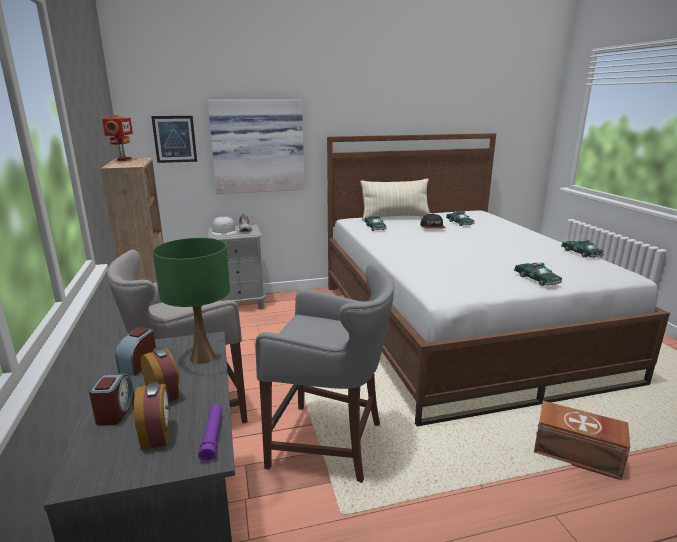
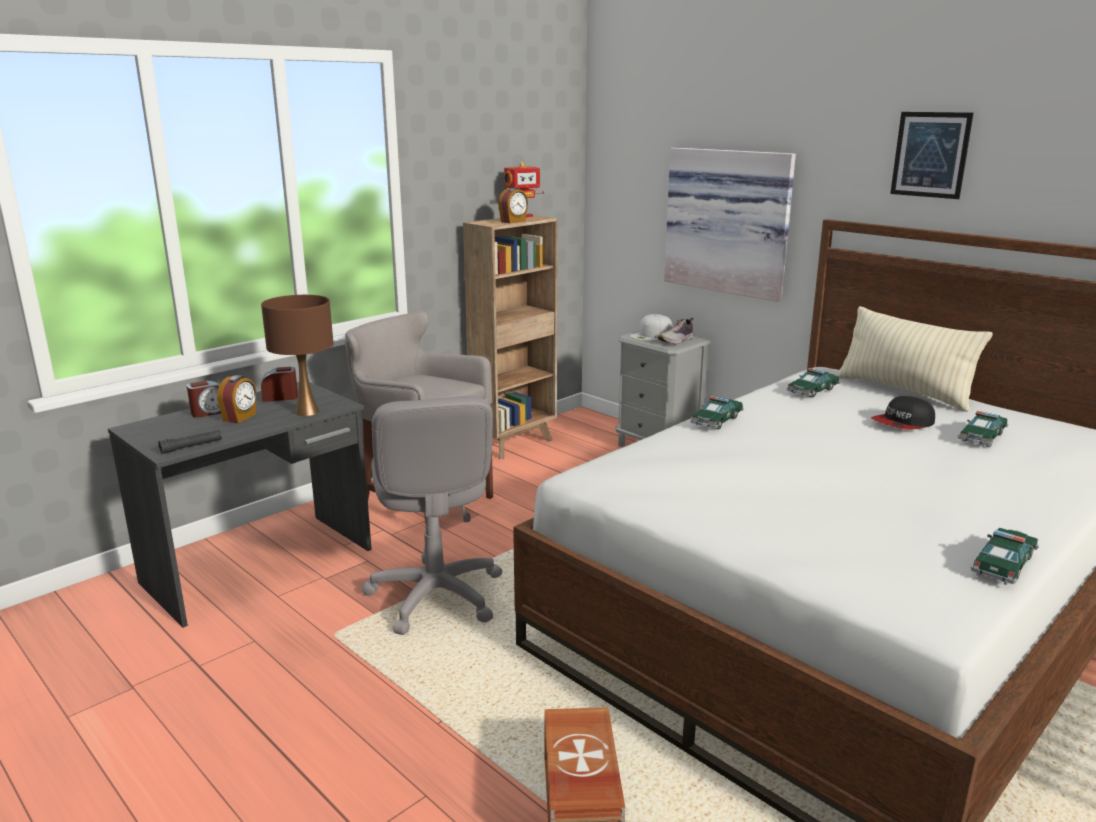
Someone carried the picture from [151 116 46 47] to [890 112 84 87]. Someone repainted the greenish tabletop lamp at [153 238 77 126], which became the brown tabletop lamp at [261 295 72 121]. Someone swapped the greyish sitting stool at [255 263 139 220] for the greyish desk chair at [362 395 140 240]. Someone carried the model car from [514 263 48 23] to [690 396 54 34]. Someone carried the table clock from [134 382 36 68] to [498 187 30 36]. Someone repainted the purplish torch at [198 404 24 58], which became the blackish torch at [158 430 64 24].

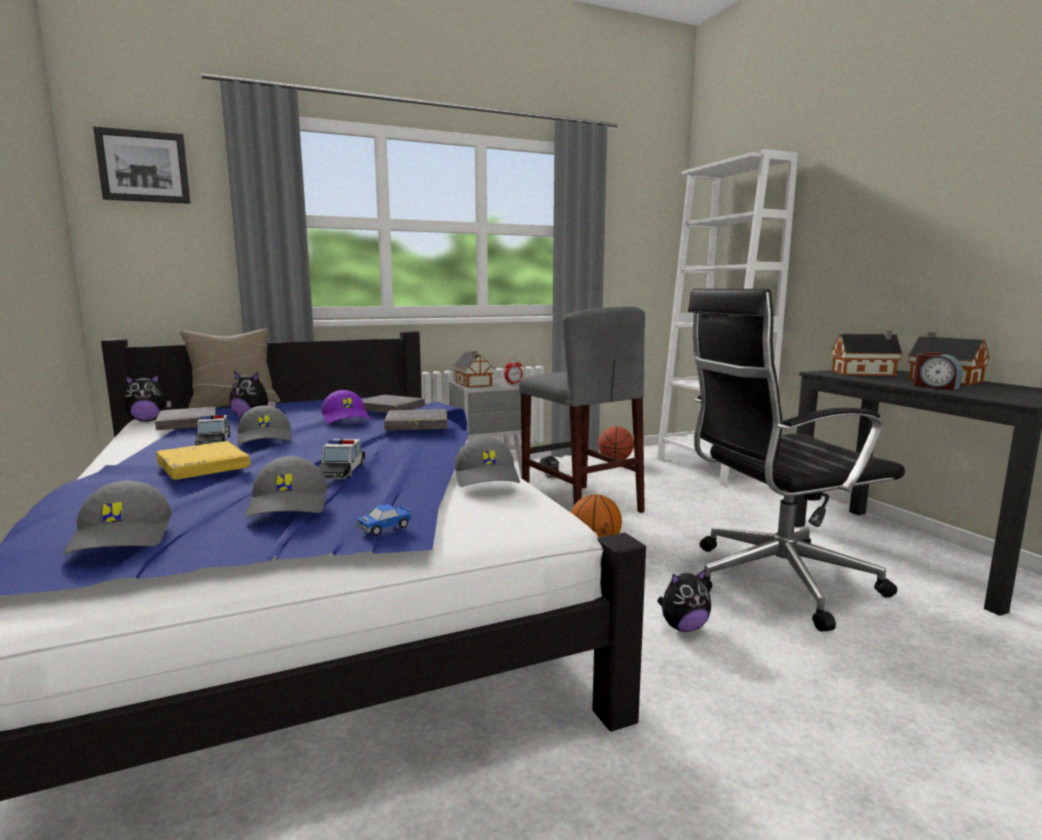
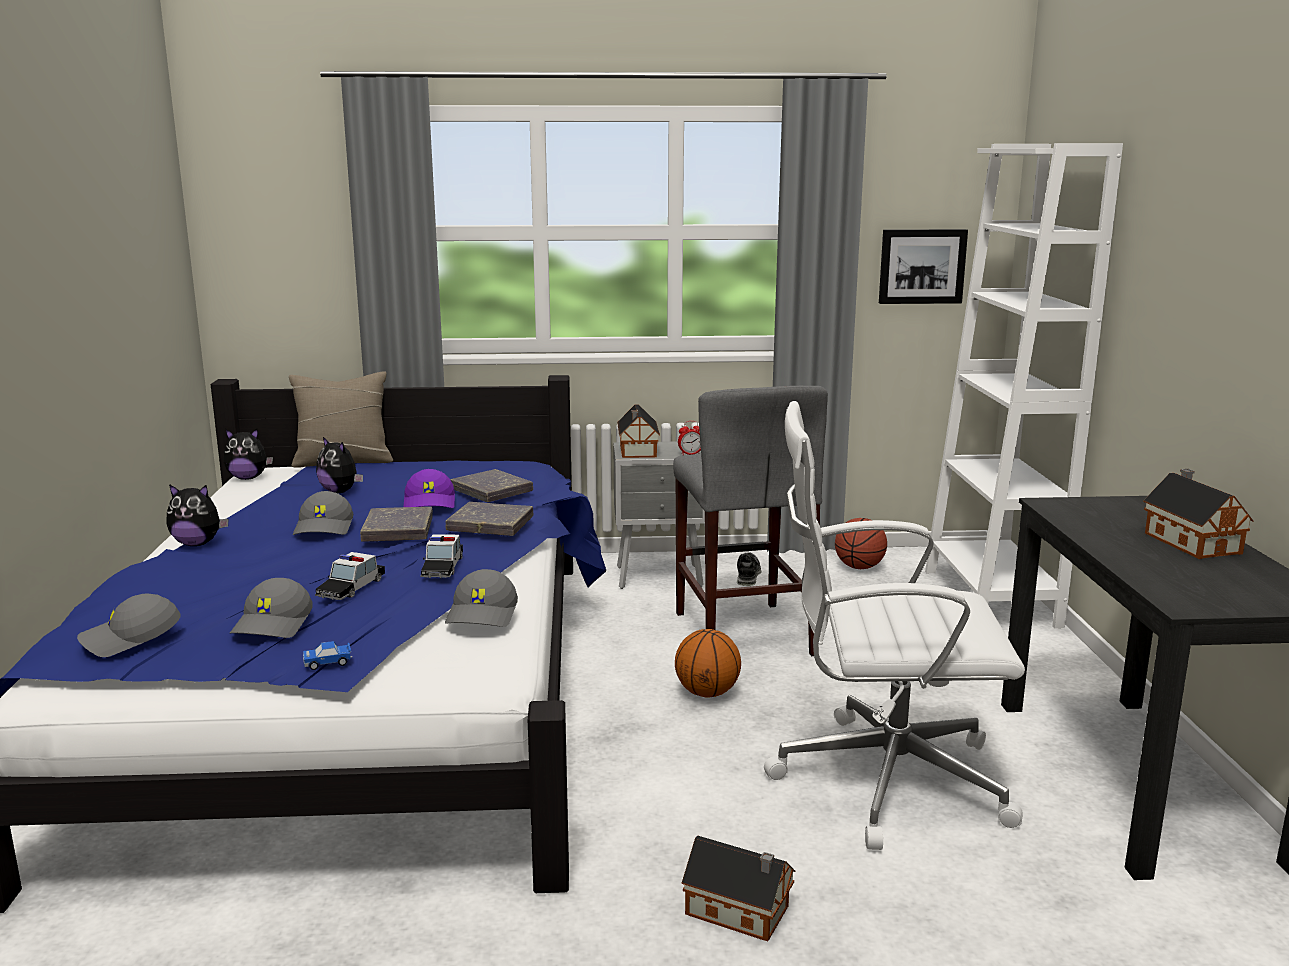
Someone carried the picture from [93 126 98 78] to [879 229 89 75]. Someone repainted the blackish desk chair at [688 289 217 343], which became the whitish desk chair at [764 401 261 449]. Someone carried the miniature house from [832 330 71 46] to [682 835 114 106]. Someone took away the table clock at [913 352 49 38]. Someone carried the greyish book from [155 407 61 23] to [360 507 73 35]. Someone carried the model car from [195 415 36 30] to [420 534 43 44]. Someone took away the yellow-coloured book at [156 441 94 39]. Someone rotated the greyish cap at [62 480 110 75] by 60 degrees clockwise. Someone carried the soft toy from [657 569 54 63] to [166 484 63 62].

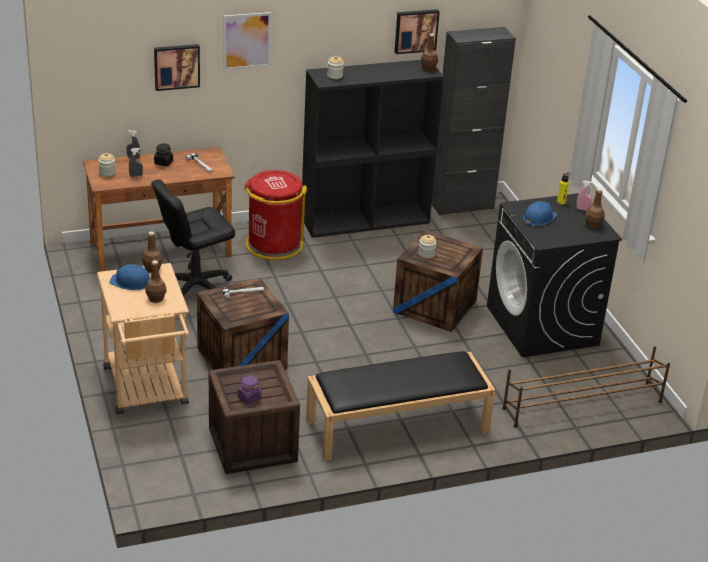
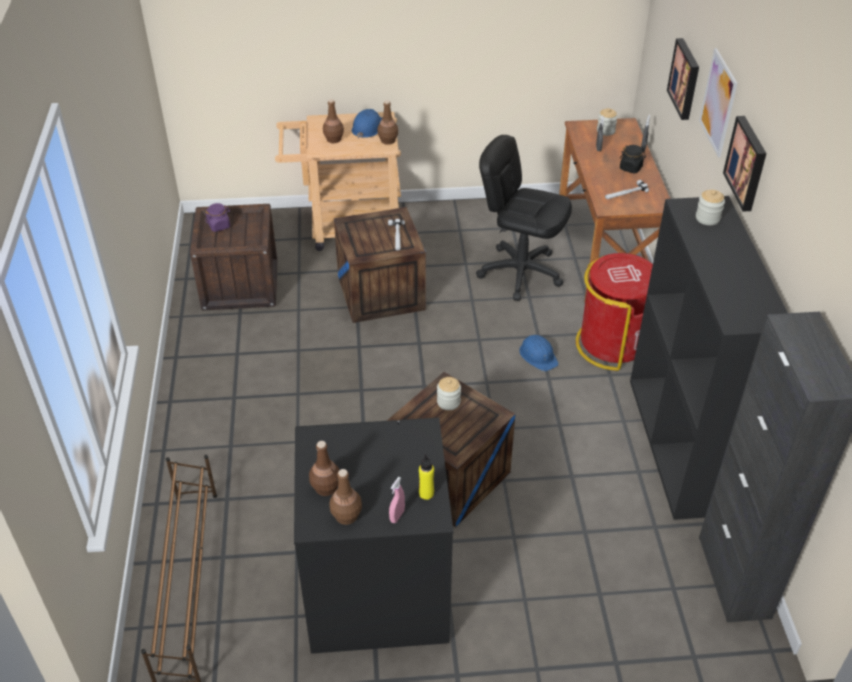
Someone carried the picture from [394 9 46 45] to [723 116 44 96]. Someone carried the brown bottle from [421 34 17 37] to [309 441 31 55]. Someone rotated the blackish desk chair at [151 179 84 117] by 45 degrees counterclockwise. Someone carried the bluish safety helmet from [523 201 34 25] to [519 335 39 36]. Someone took away the blackish bench at [306 351 189 110].

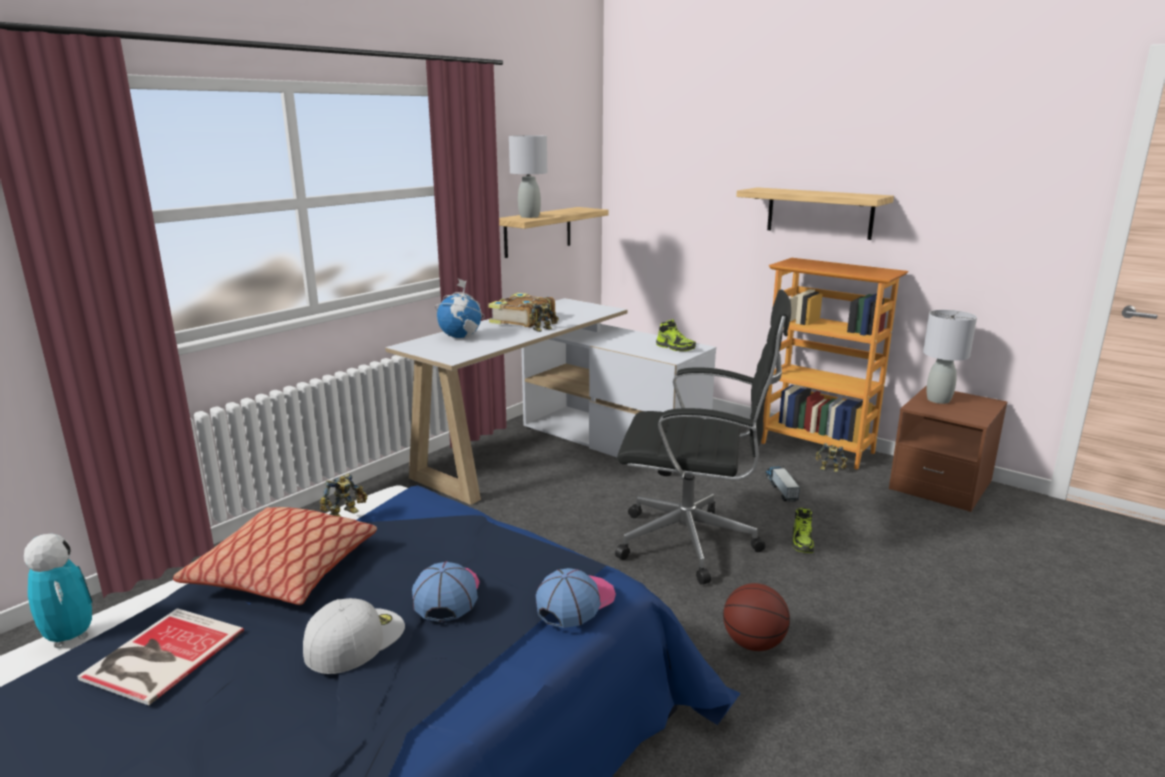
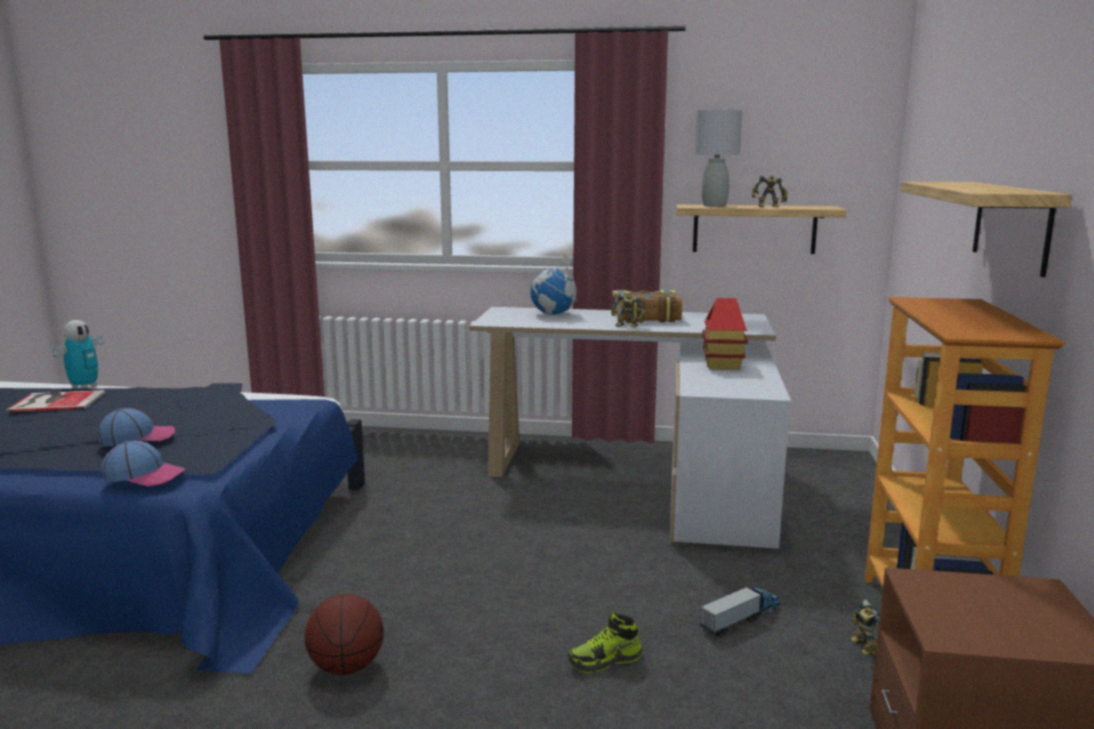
Someone took away the blackish desk chair at [615 290 176 295]. Someone took away the greyish tabletop lamp at [923 310 54 94]. Someone took away the shoe at [656 319 40 32]. Someone carried the toy robot from [320 473 48 44] to [752 176 36 31]. Someone took away the throw pillow at [173 507 204 98]. Someone took away the whitish cap at [303 598 102 76]. Someone put down the miniature house at [702 298 46 72].

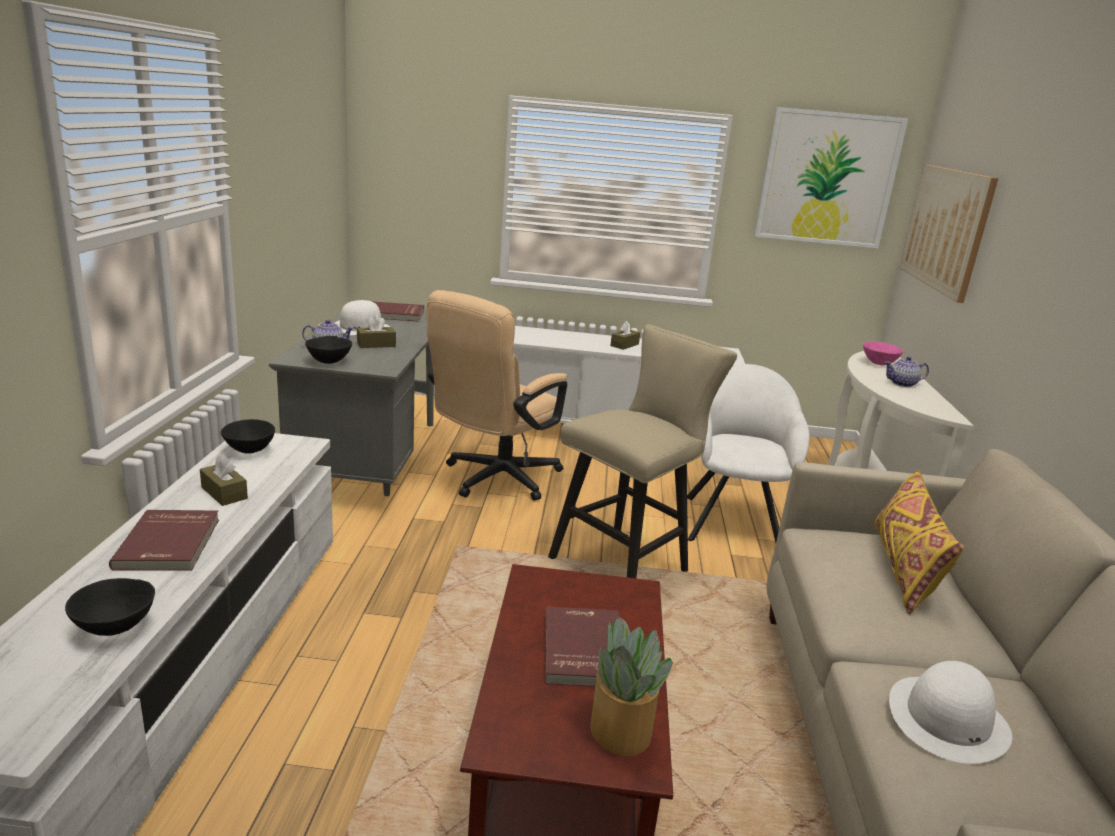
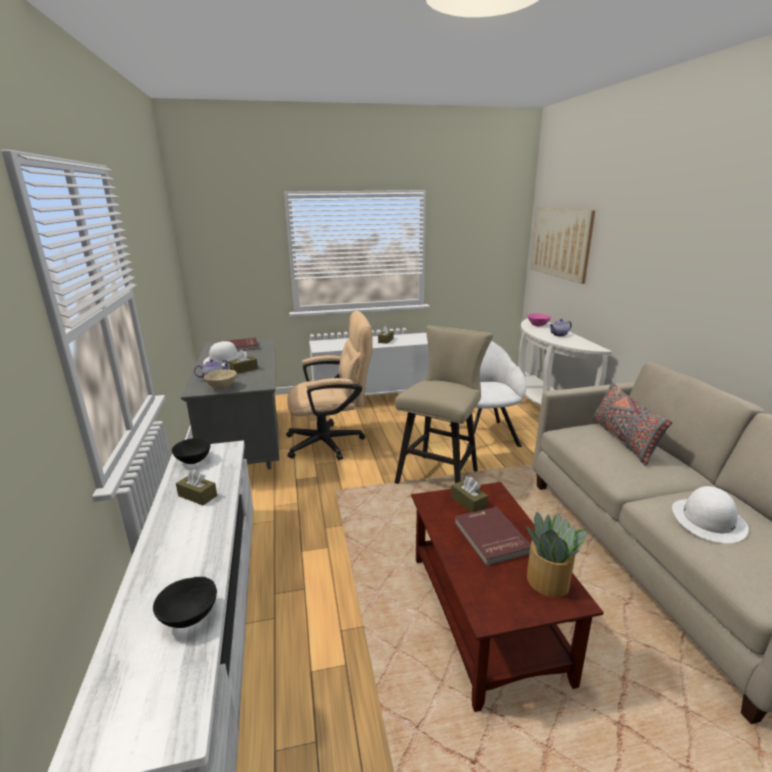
Someone took away the picture at [755 107 153 141]. Someone rotated the sand-coloured desk chair at [427 290 140 211] by 120 degrees counterclockwise. Someone repainted the blackish bowl at [305 336 47 28], which became the sand-coloured bowl at [204 369 33 20]. Someone repainted the yellow-coloured throw pillow at [874 470 90 145], which became the greyish throw pillow at [593 383 79 83]. Someone took away the red book at [109 510 110 61]. Someone put down the brown tissue holder at [451 476 37 36].

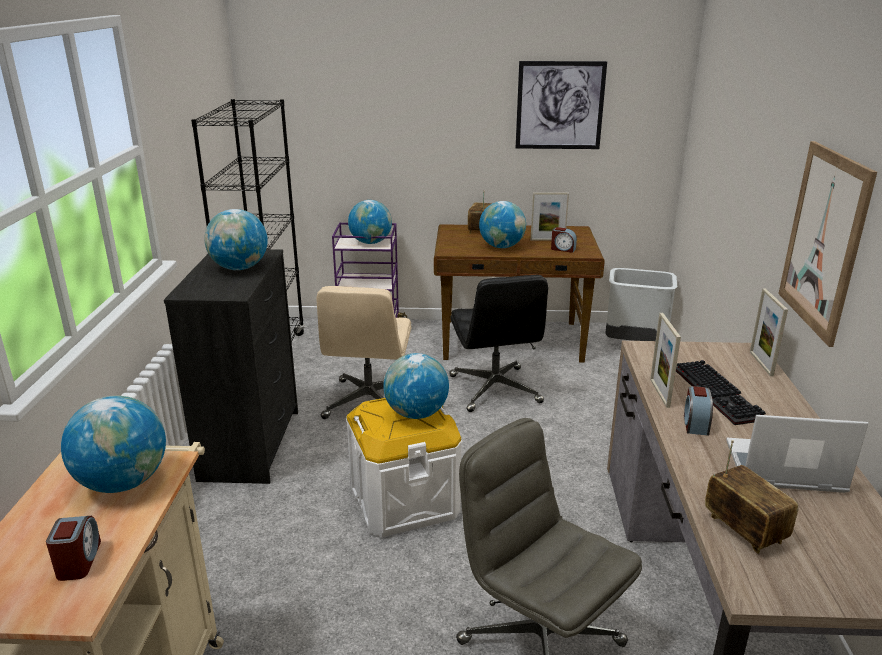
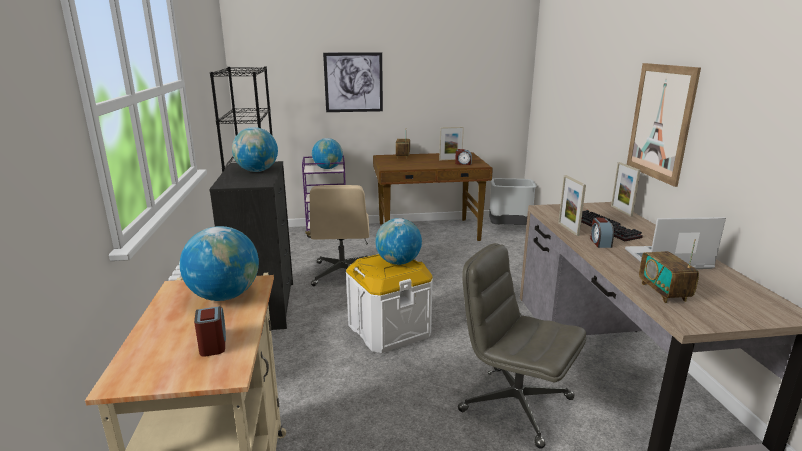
Someone carried the picture from [516 61 91 88] to [323 52 60 60]. Someone took away the world globe at [479 201 47 47]. Someone took away the blackish desk chair at [449 275 99 137]. Someone rotated the radio at [705 440 93 114] by 150 degrees counterclockwise.

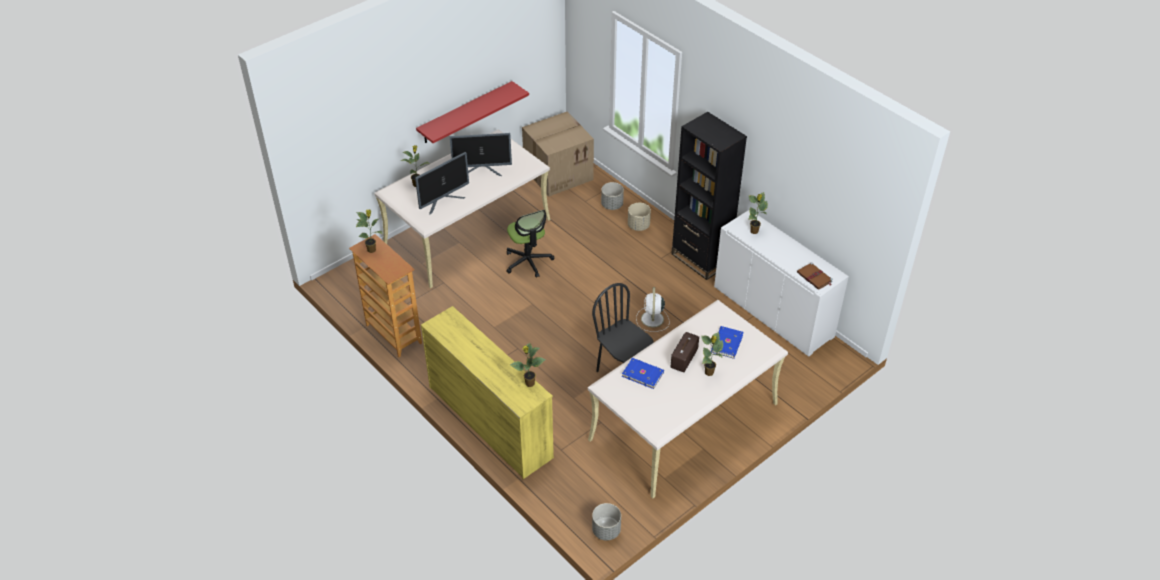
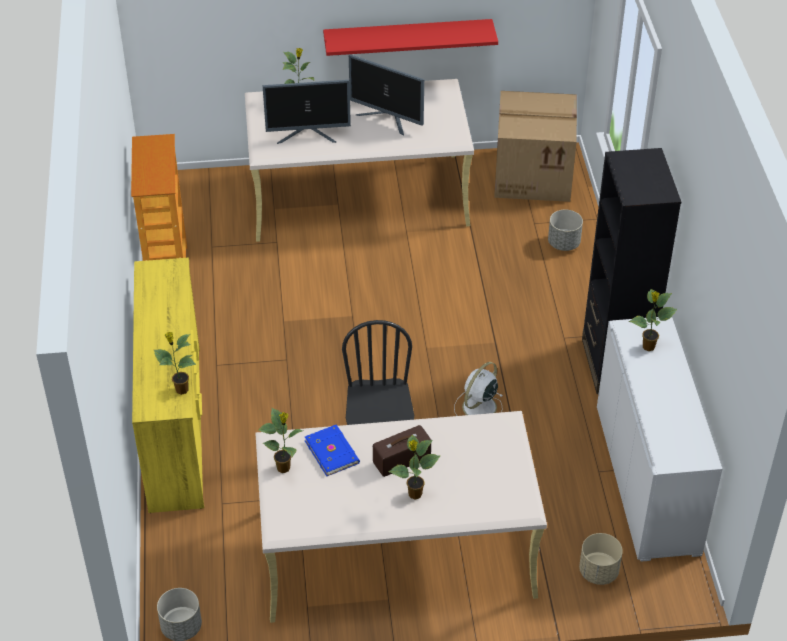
Someone carried the sand-coloured planter from [628 203 23 28] to [579 533 44 52]. Someone carried the houseplant from [356 209 27 44] to [258 408 45 65]. Someone took away the desk chair at [506 210 48 68]. Someone took away the brown book at [797 262 36 28]. Someone took away the bluish book at [711 326 33 33].

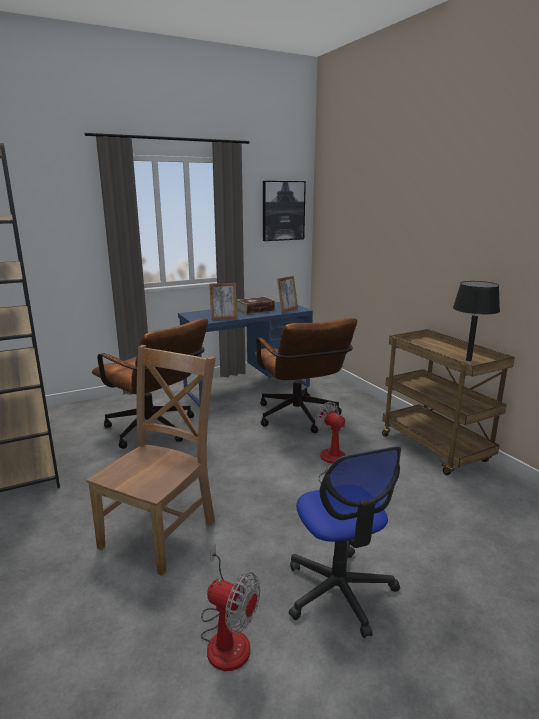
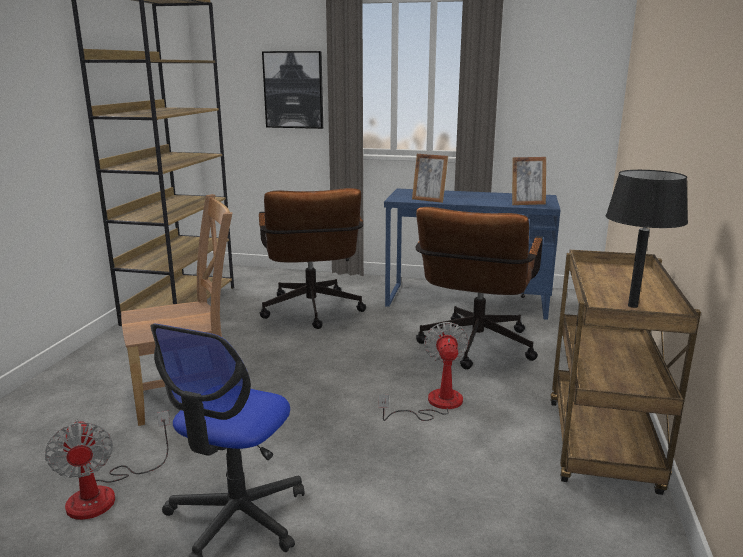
Someone carried the picture from [263 181 43 60] to [262 51 61 78]. Someone took away the book at [237 297 39 17].

